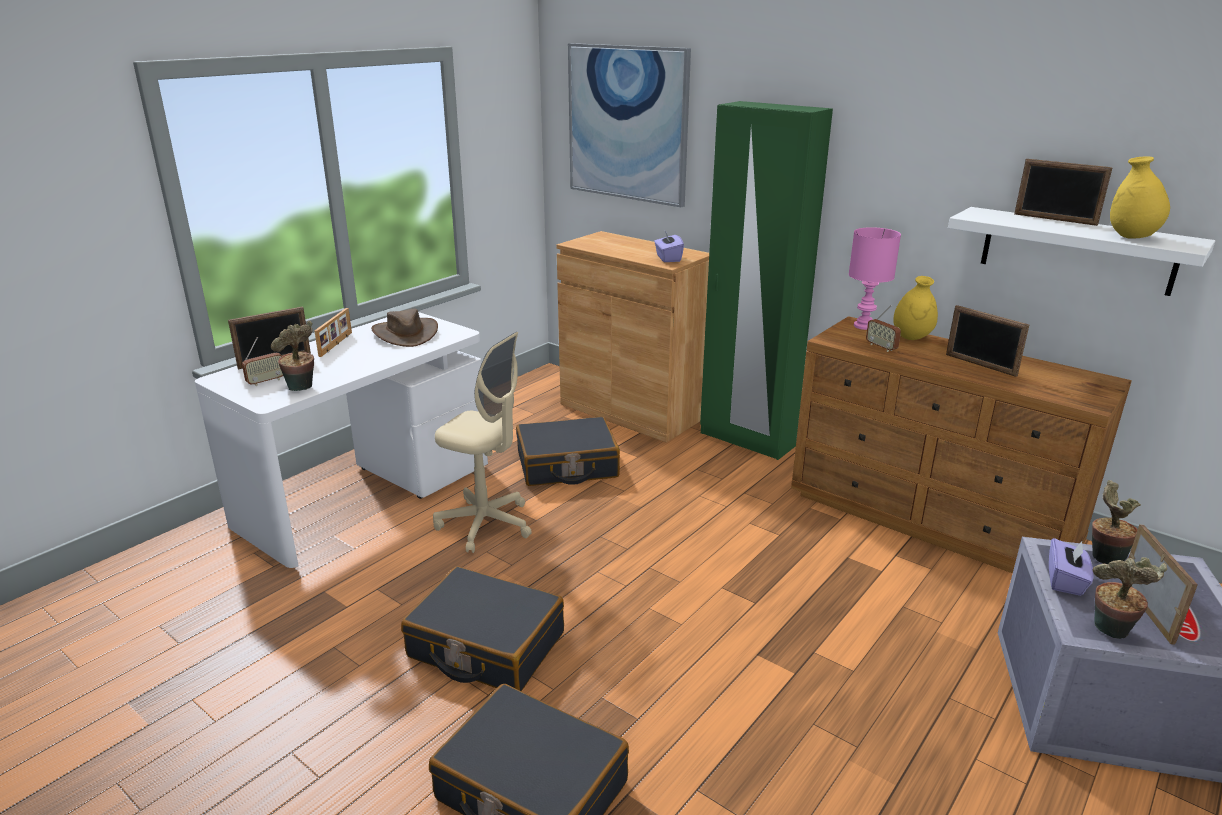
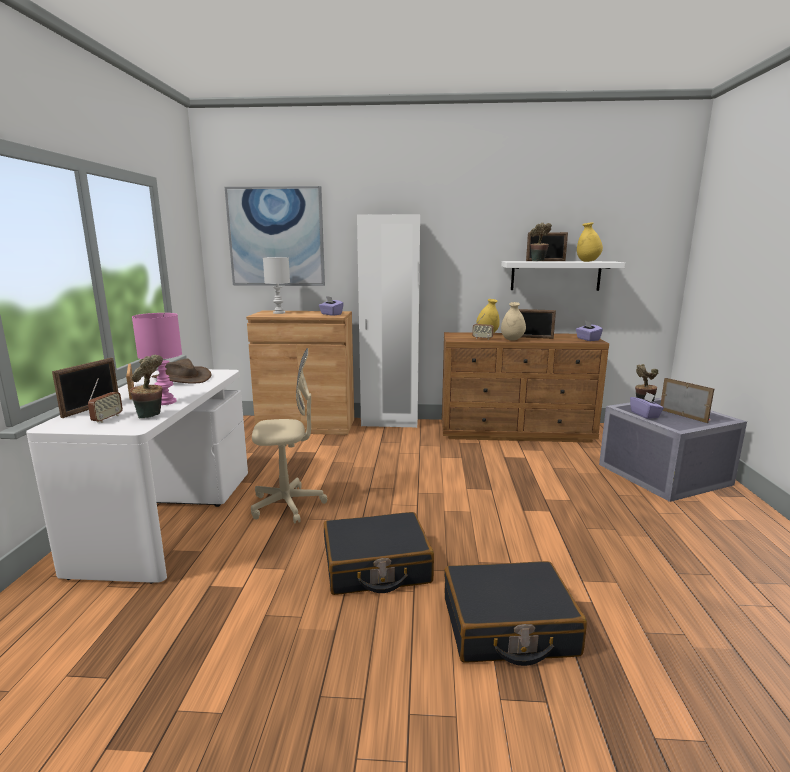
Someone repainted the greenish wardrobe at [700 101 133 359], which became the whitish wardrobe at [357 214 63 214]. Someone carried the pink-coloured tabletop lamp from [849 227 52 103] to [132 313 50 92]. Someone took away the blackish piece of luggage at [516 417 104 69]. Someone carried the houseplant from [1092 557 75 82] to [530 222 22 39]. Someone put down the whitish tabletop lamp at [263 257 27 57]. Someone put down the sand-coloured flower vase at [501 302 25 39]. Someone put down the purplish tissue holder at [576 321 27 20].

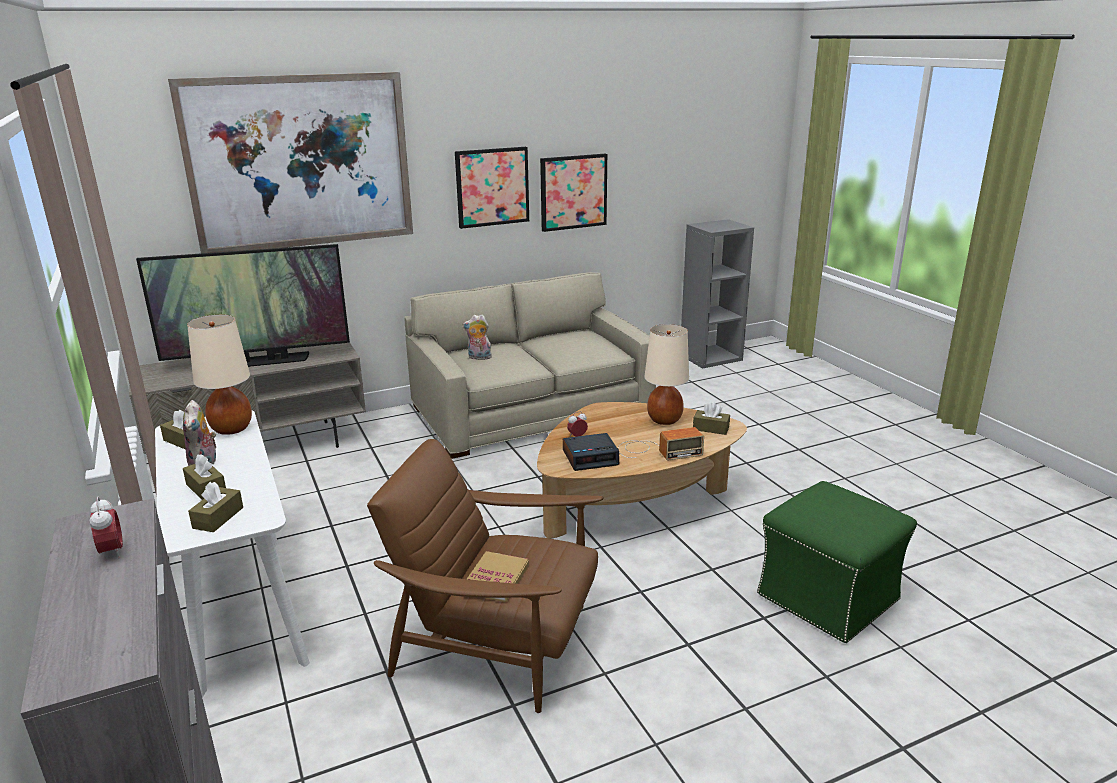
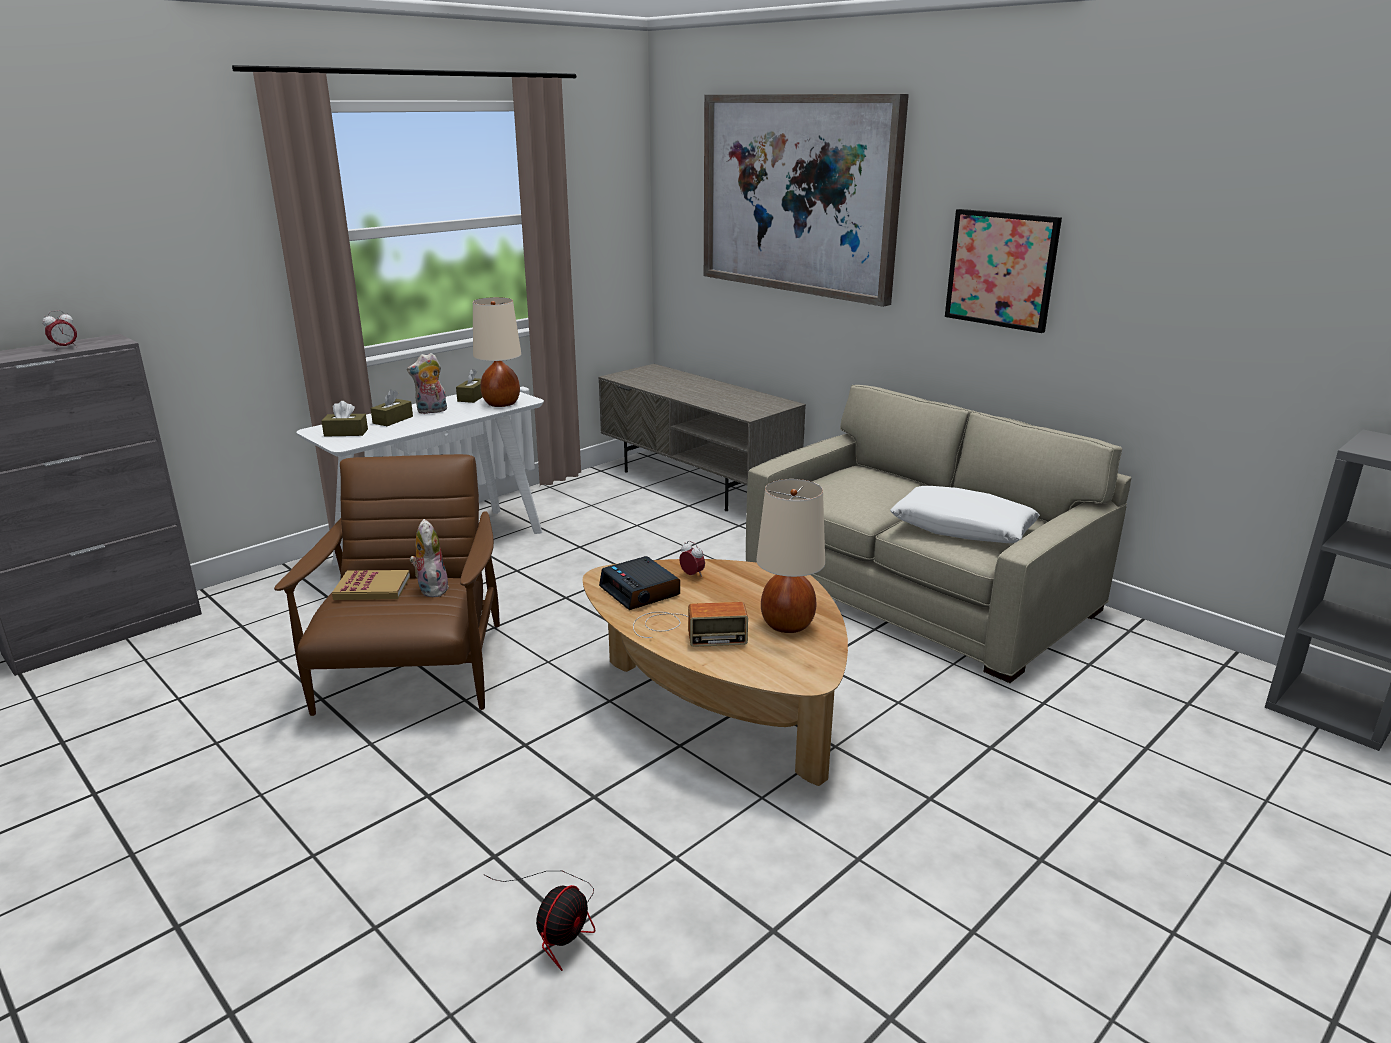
Someone took away the picture at [540 154 67 78]. Someone took away the TV set at [136 244 214 123]. Someone carried the soft toy from [463 314 31 46] to [409 519 40 78]. Someone took away the brown tissue holder at [693 402 37 33]. Someone rotated the radio at [618 427 86 34] by 60 degrees counterclockwise. Someone swapped the greenish pouffe at [757 481 160 162] for the electric fan at [483 871 112 100]. Someone put down the whitish throw pillow at [890 486 150 57].

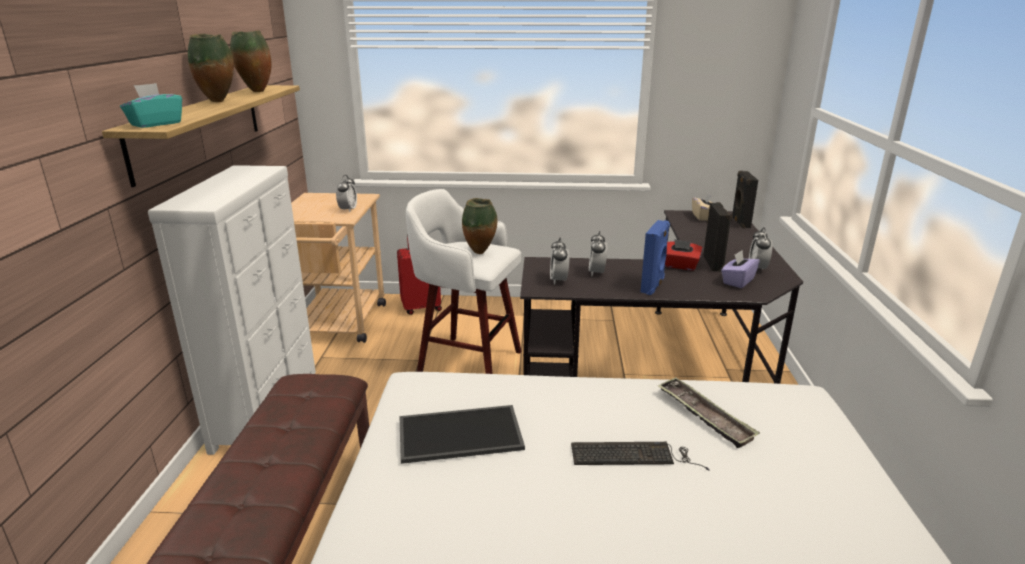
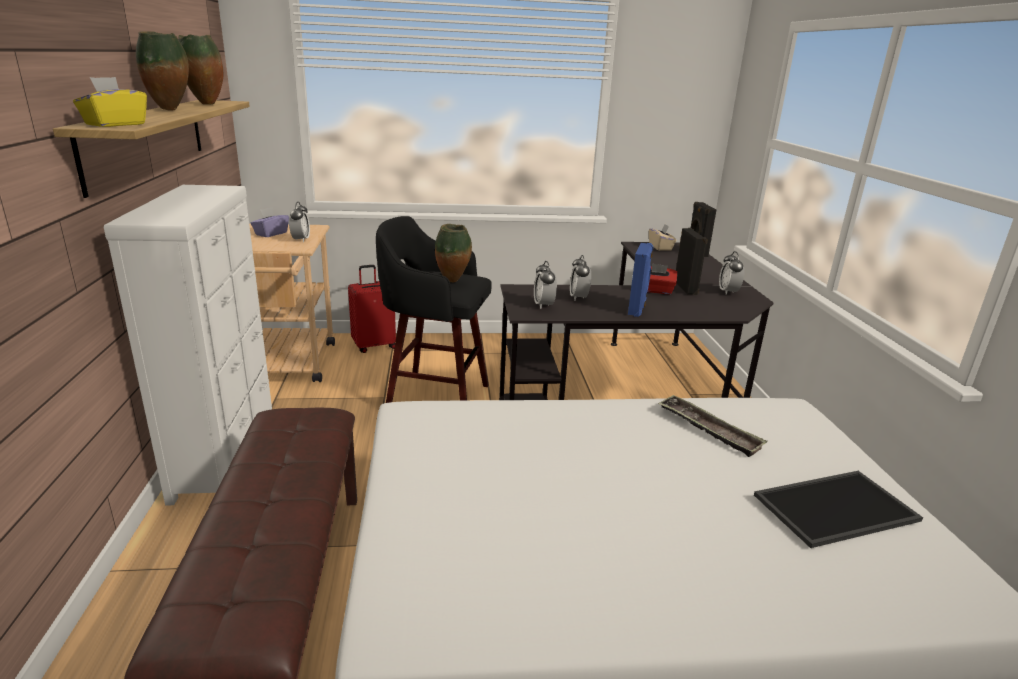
Someone repainted the blue-green tissue holder at [120 83 62 45], which became the yellow-coloured tissue holder at [73 77 74 50]. Someone repainted the whitish sitting stool at [406 189 116 185], which became the blackish sitting stool at [376 216 116 187]. Someone carried the purplish tissue holder from [721 250 39 38] to [250 207 39 30]. Someone carried the serving tray from [400 405 125 59] to [754 471 169 77]. Someone took away the PC keyboard at [571 442 139 28].

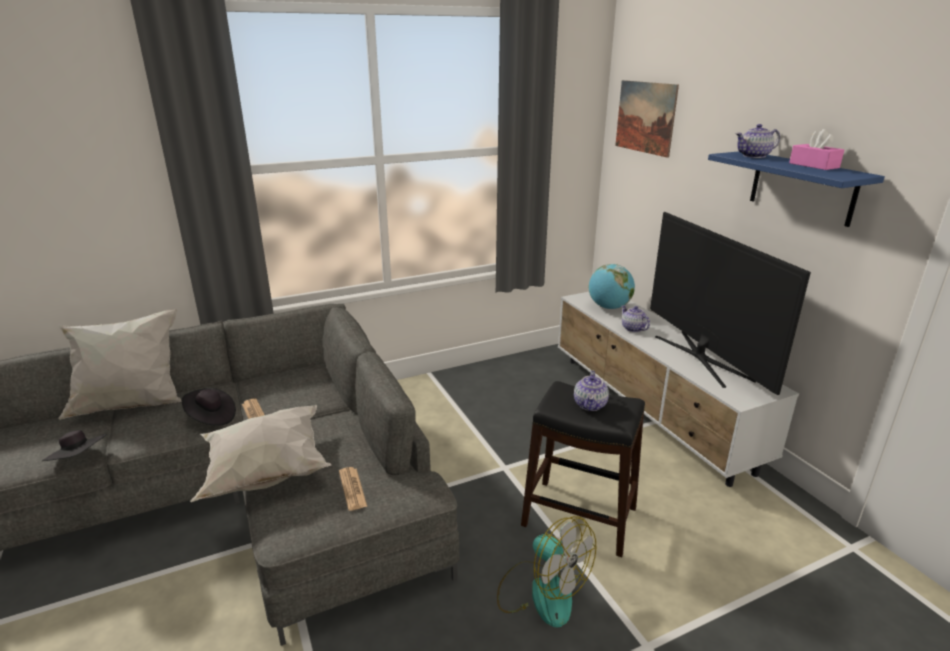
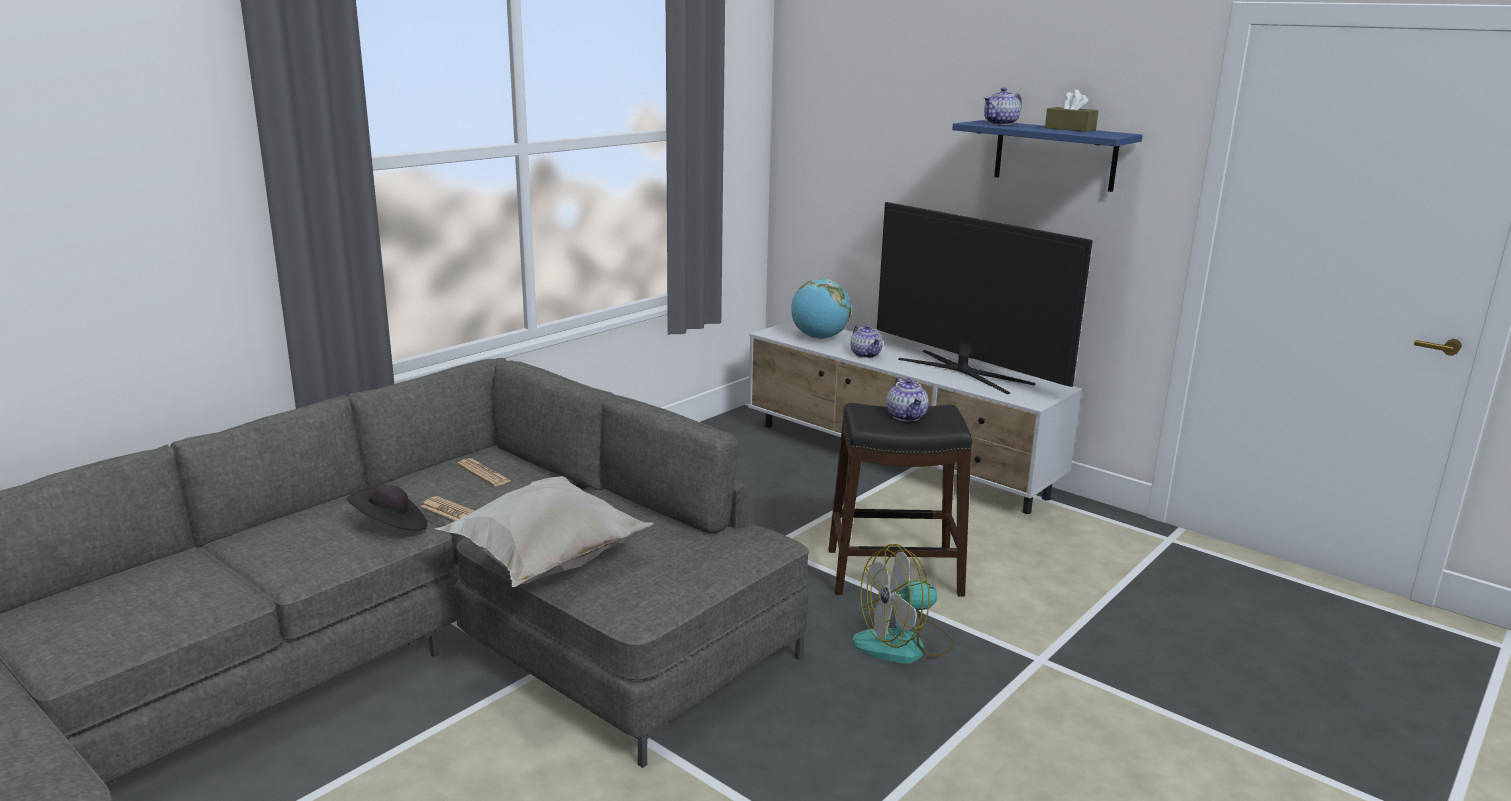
Someone took away the picture at [615 80 64 78]. Someone repainted the pink-coloured tissue holder at [789 129 55 41], which became the brown tissue holder at [1045 90 53 42]. Someone rotated the tea pot at [621 305 29 27] by 150 degrees counterclockwise. Someone took away the whitish throw pillow at [58 309 123 111]. Someone took away the blackish clothing hat at [42 430 64 31]. Someone carried the daily paper from [339 467 28 44] to [457 458 54 28]. Someone rotated the electric fan at [497 516 99 112] by 135 degrees clockwise.

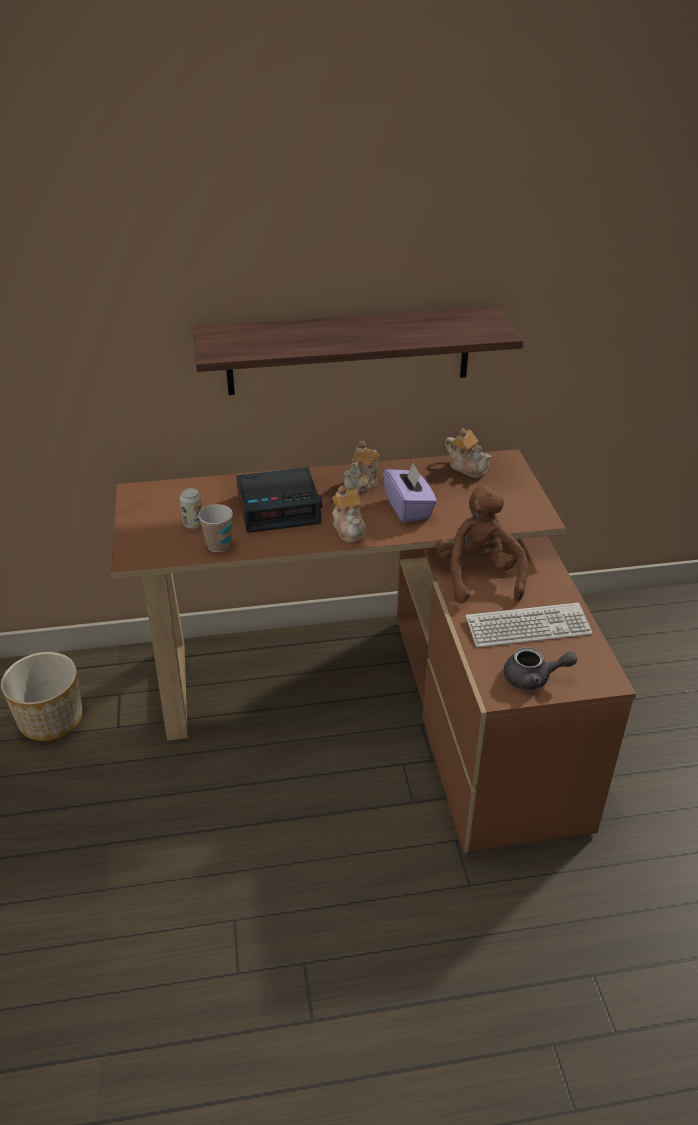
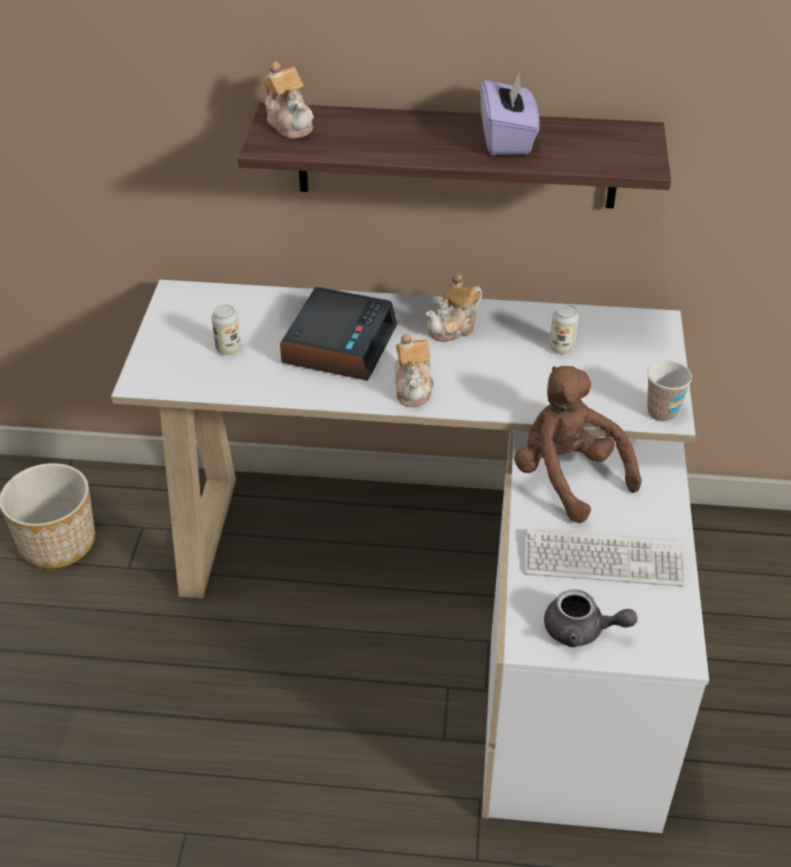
Someone carried the tea pot from [445 428 47 50] to [262 61 52 78]. Someone repainted the brown desk at [111 449 525 404], which became the whitish desk at [111 280 598 553]. Someone carried the purplish tissue holder from [383 463 54 60] to [480 71 60 84]. Someone rotated the table clock at [236 467 87 66] by 75 degrees counterclockwise. Someone rotated the brown soft toy at [436 486 92 117] by 45 degrees counterclockwise. Someone carried the drinking cup from [198 504 35 48] to [647 361 45 61]. Someone put down the can at [549 304 30 50].

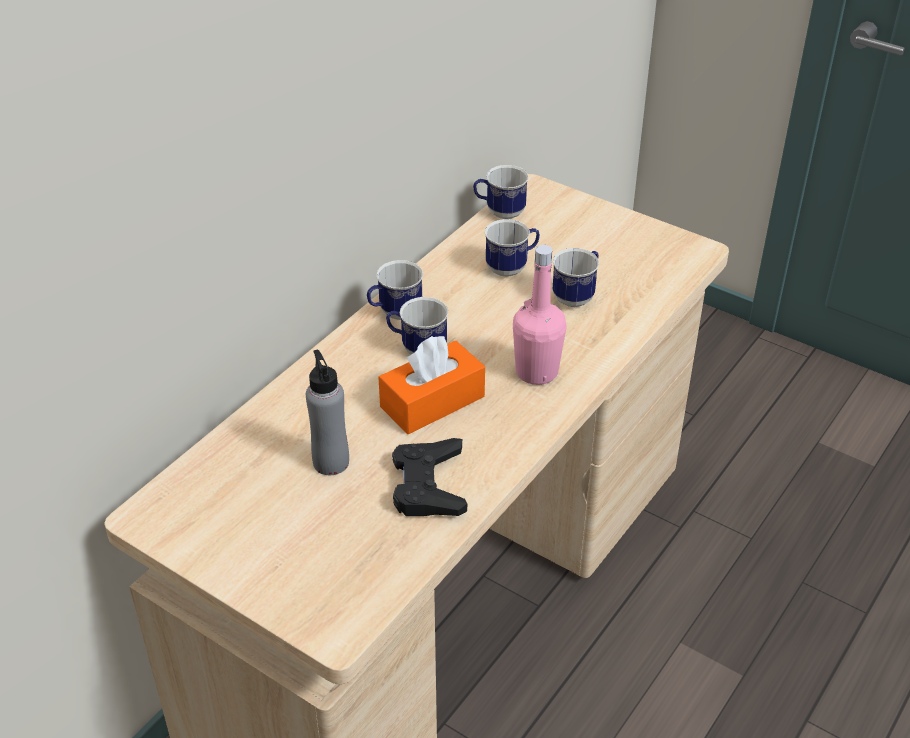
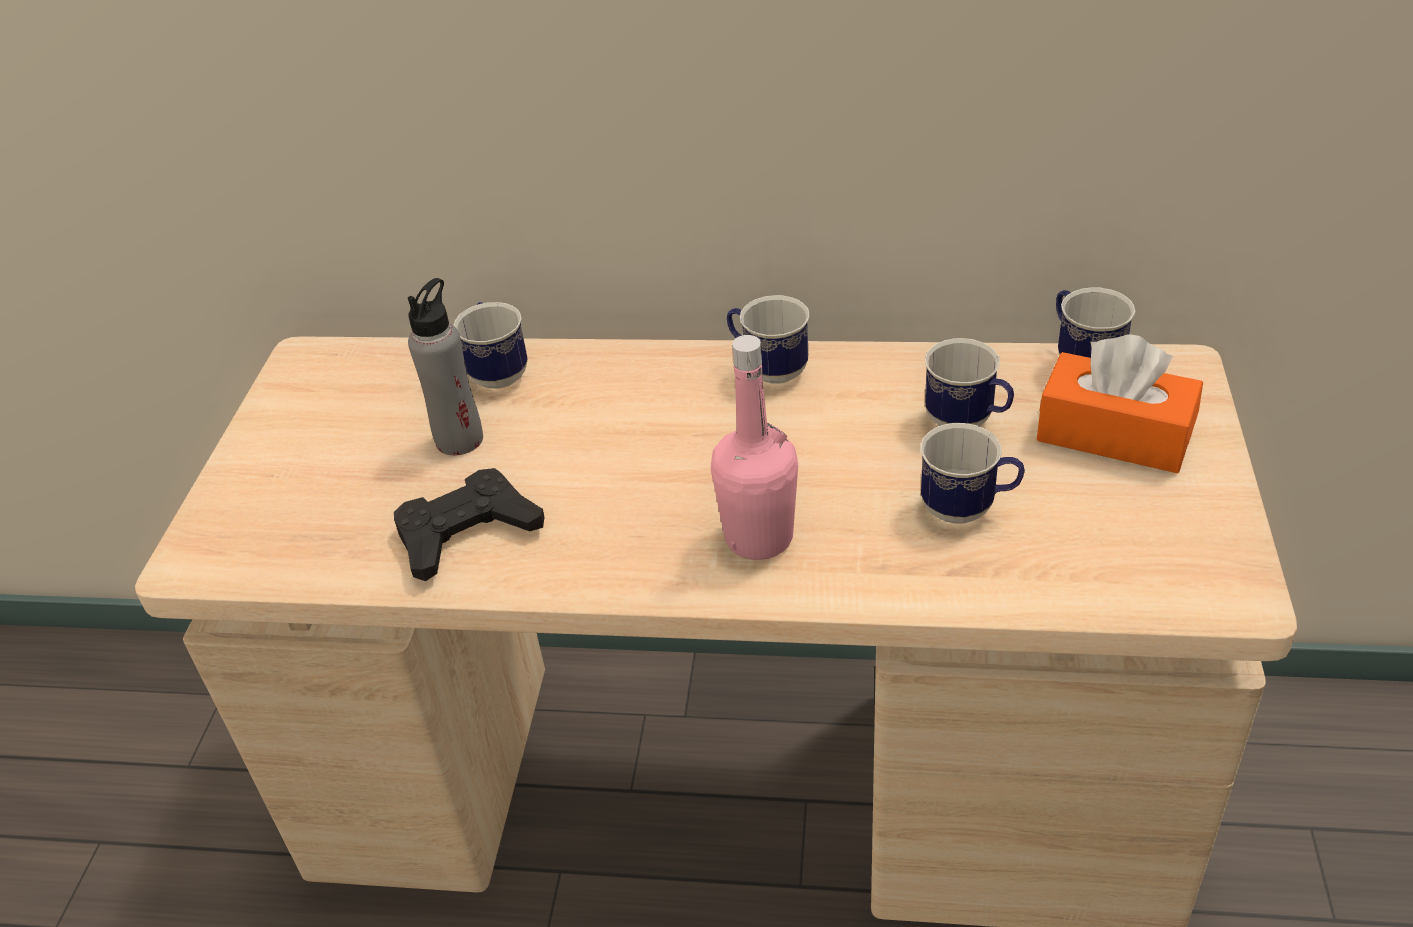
Someone carried the coffee mug from [386 297 62 57] to [453 302 75 87]. Someone carried the orange tissue holder from [378 336 107 98] to [1037 334 166 139].

